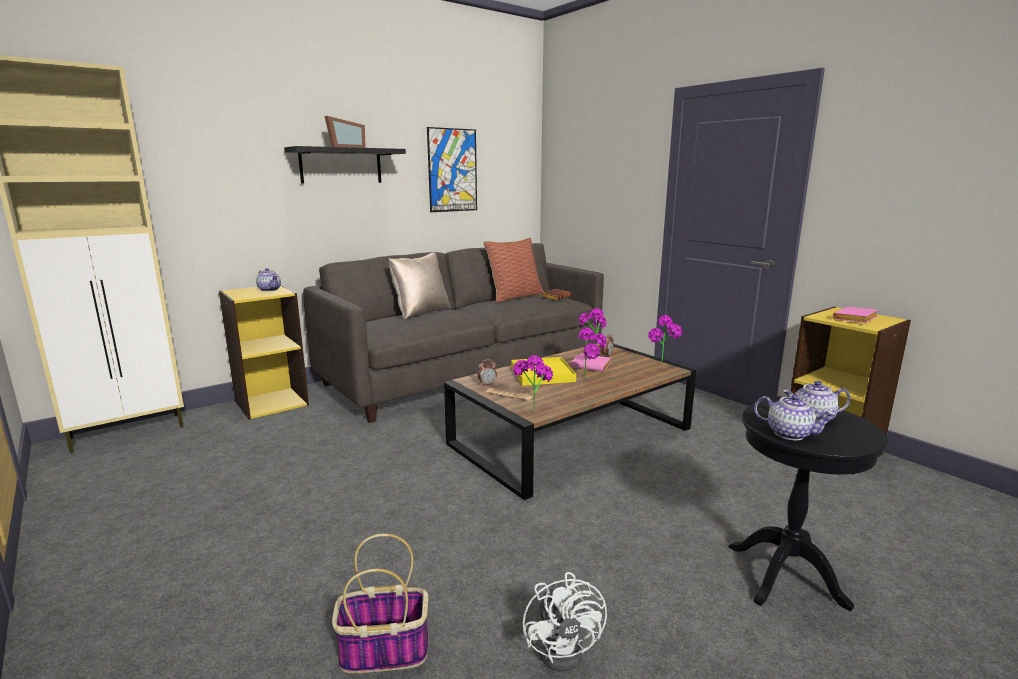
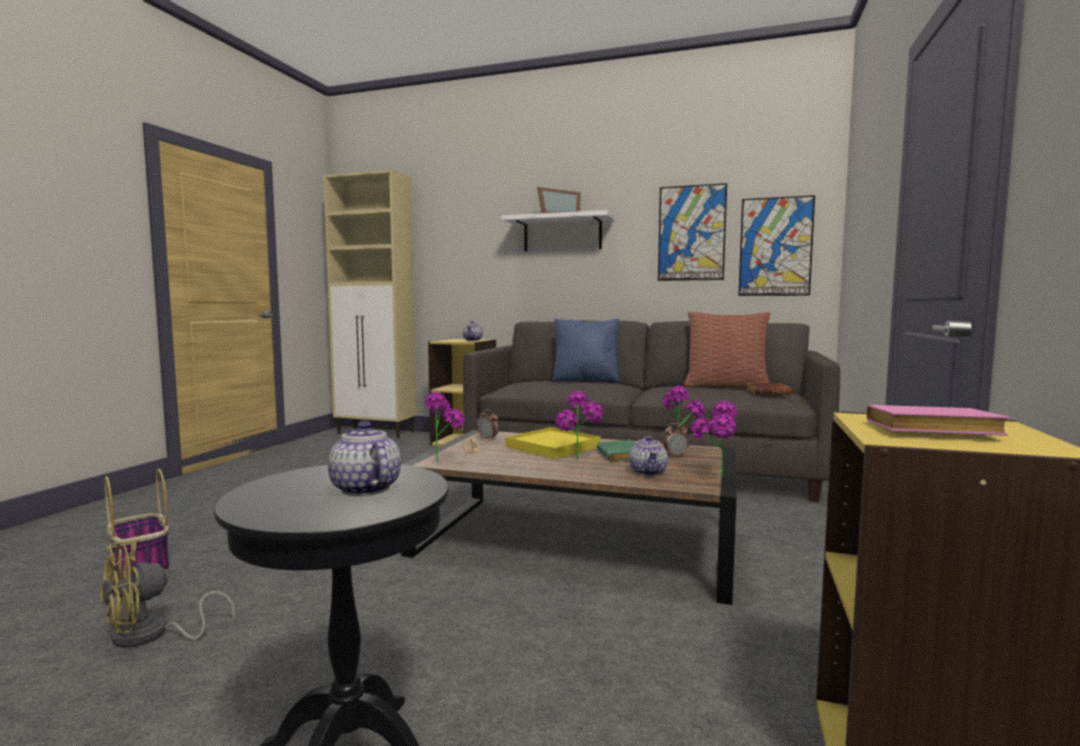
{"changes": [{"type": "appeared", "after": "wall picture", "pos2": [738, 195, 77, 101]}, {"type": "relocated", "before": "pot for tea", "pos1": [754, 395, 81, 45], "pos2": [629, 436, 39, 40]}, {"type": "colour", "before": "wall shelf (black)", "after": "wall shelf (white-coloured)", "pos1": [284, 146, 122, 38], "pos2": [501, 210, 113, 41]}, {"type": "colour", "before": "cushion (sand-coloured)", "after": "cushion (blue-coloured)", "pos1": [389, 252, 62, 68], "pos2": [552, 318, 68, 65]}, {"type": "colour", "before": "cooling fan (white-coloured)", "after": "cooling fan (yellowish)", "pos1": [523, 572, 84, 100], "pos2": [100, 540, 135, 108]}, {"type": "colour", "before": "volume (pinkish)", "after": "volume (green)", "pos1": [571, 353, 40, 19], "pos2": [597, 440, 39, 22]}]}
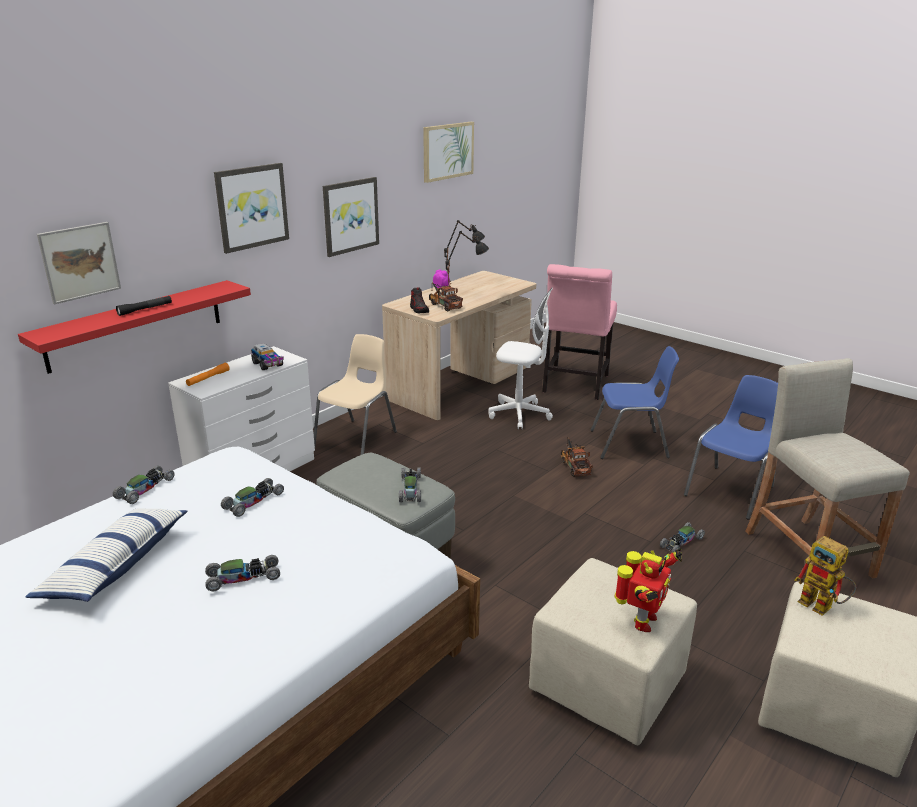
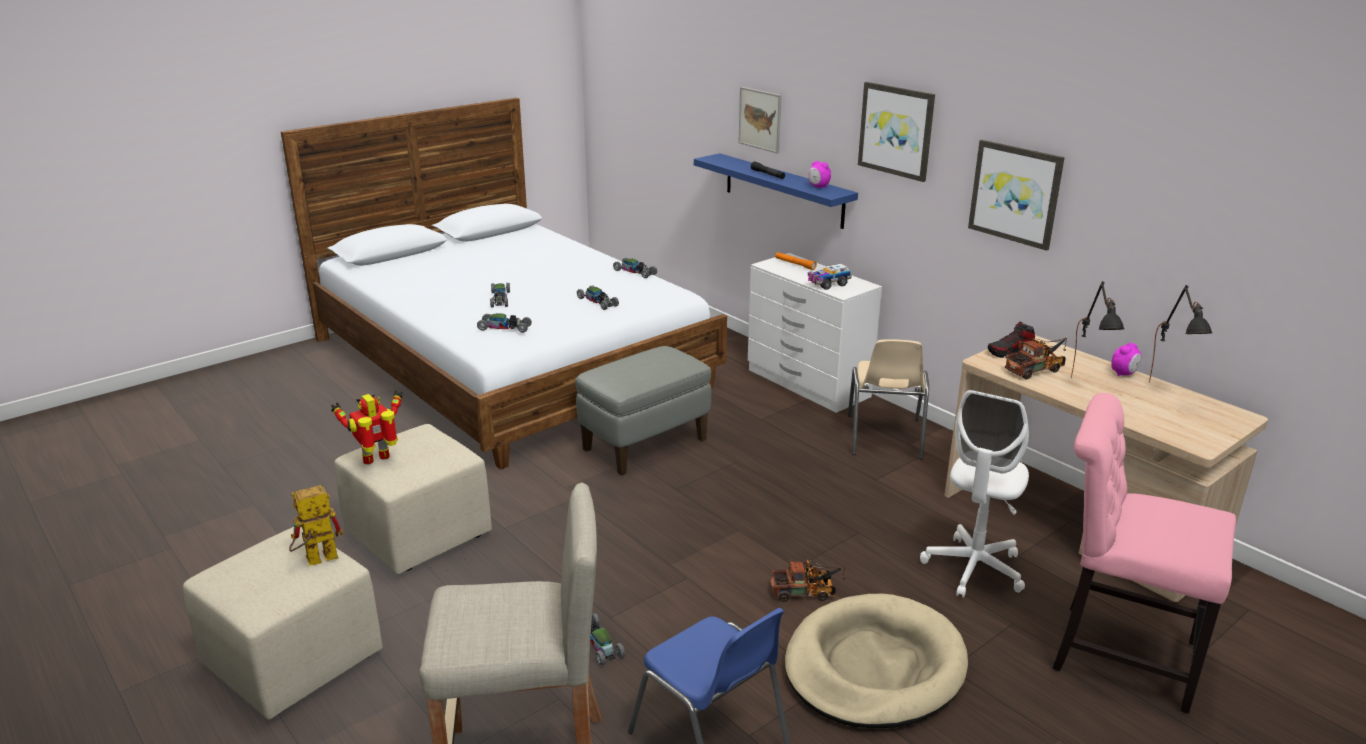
{"changes": [{"type": "missing", "before": "cushion", "pos1": [25, 508, 163, 94]}, {"type": "missing", "before": "wall picture", "pos1": [423, 122, 51, 61]}, {"type": "appeared", "after": "alarm clock", "pos2": [808, 161, 23, 27]}, {"type": "relocated", "before": "toy car", "pos1": [399, 467, 22, 35], "pos2": [477, 313, 55, 20]}, {"type": "exchanged", "before": "chair (blue-coloured)", "after": "dog bed (sand-coloured)", "pos1": [590, 346, 89, 113], "pos2": [785, 594, 183, 134]}, {"type": "colour", "before": "wall shelf (red)", "after": "wall shelf (blue-coloured)", "pos1": [18, 280, 233, 94], "pos2": [694, 153, 164, 76]}, {"type": "spun", "before": "chair (sand-coloured)", "pos1": [314, 334, 83, 121], "pos2": [848, 339, 81, 121], "turn": 60}, {"type": "spun", "before": "model robot", "pos1": [615, 548, 67, 84], "pos2": [331, 390, 72, 74], "turn": 105}]}
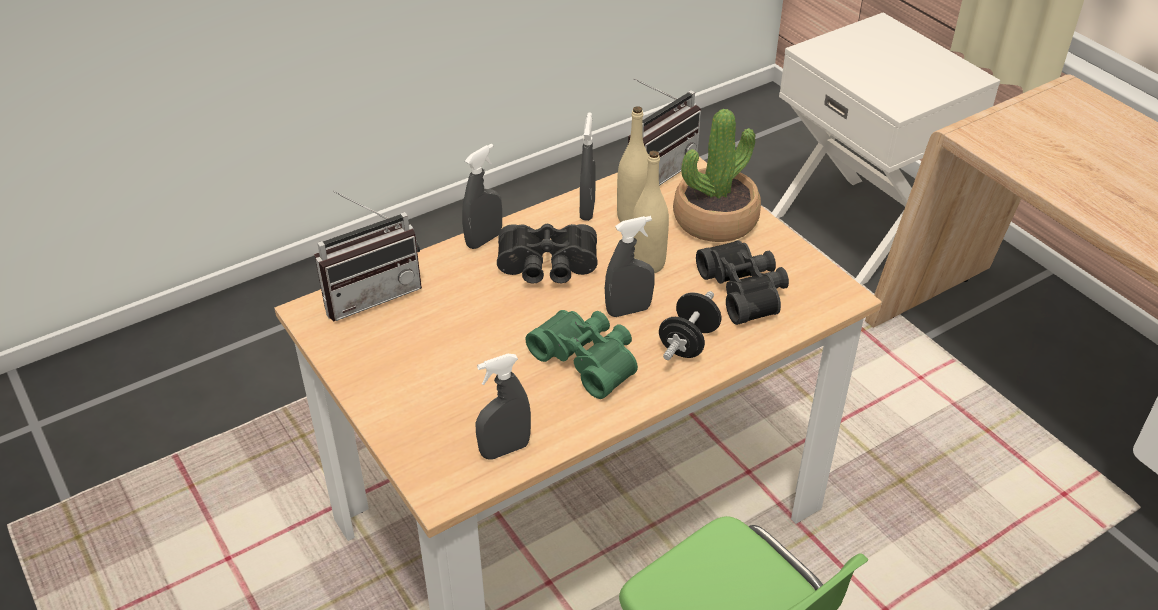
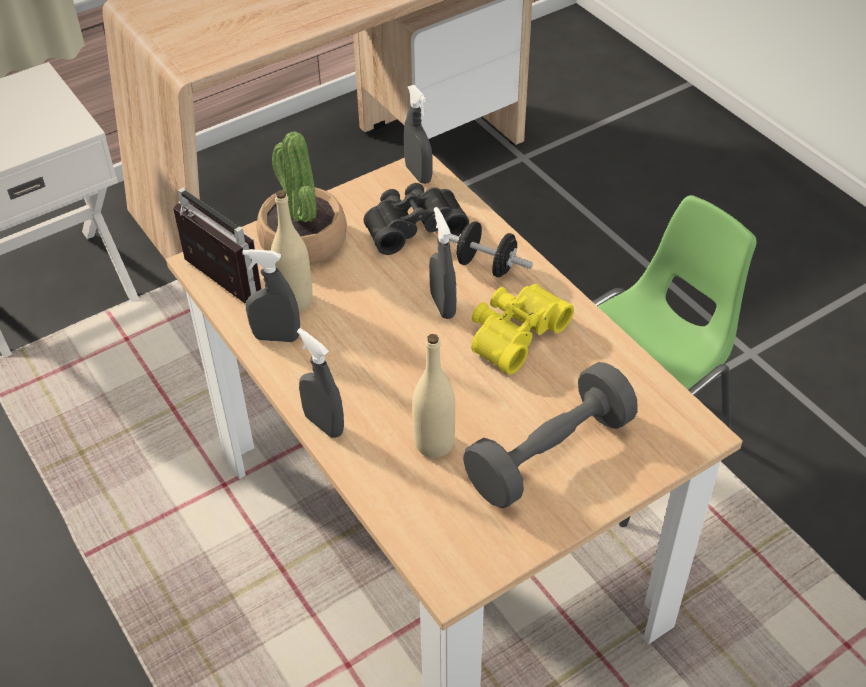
{"changes": [{"type": "missing", "before": "radio receiver", "pos1": [314, 191, 108, 130]}, {"type": "missing", "before": "pair of binoculars (black)", "pos1": [497, 224, 101, 60]}, {"type": "appeared", "after": "hand weight (gray)", "pos2": [463, 362, 175, 146]}, {"type": "relocated", "before": "spray bottle (gray)", "pos1": [475, 354, 56, 105], "pos2": [404, 85, 28, 99]}, {"type": "relocated", "before": "drink bottle (sand-coloured)", "pos1": [632, 151, 37, 122], "pos2": [413, 334, 42, 124]}, {"type": "colour", "before": "pair of binoculars (green)", "after": "pair of binoculars (yellowish)", "pos1": [526, 310, 112, 89], "pos2": [471, 284, 103, 91]}]}
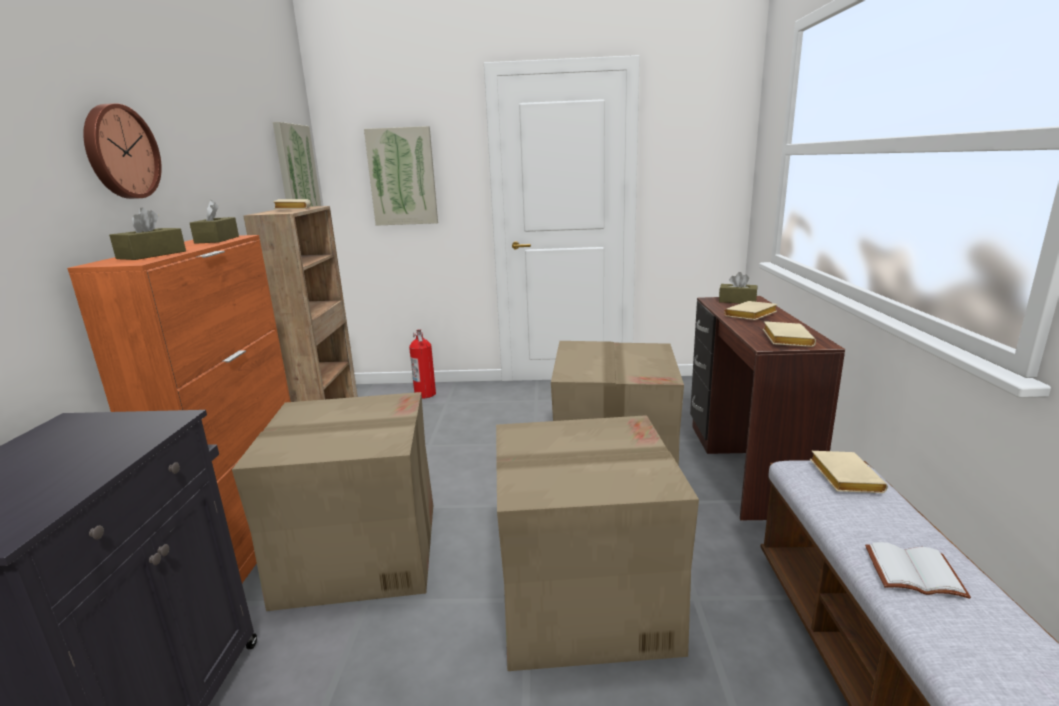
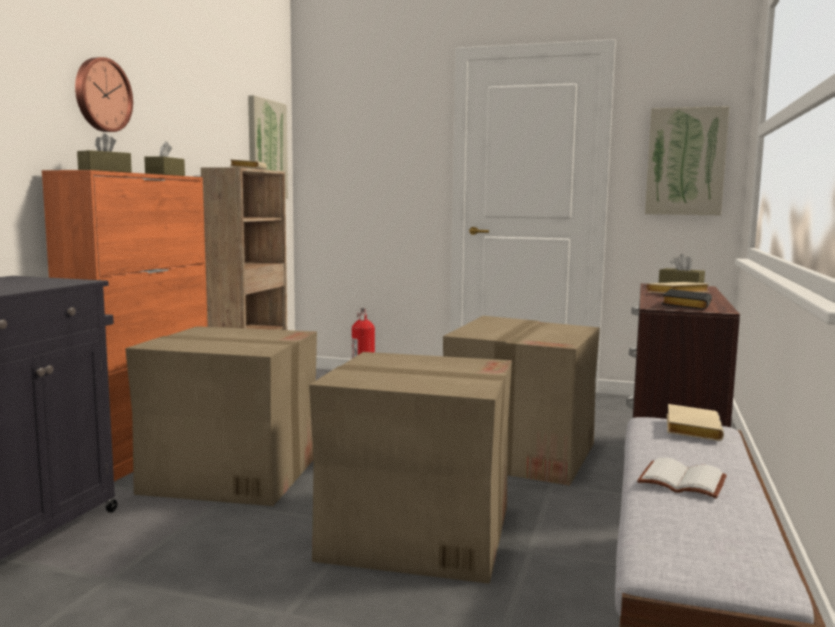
{"changes": [{"type": "relocated", "before": "wall picture", "pos1": [364, 126, 74, 100], "pos2": [645, 106, 84, 109]}, {"type": "colour", "before": "volume (sand-coloured)", "after": "volume (black)", "pos1": [763, 321, 53, 26], "pos2": [662, 289, 50, 21]}]}
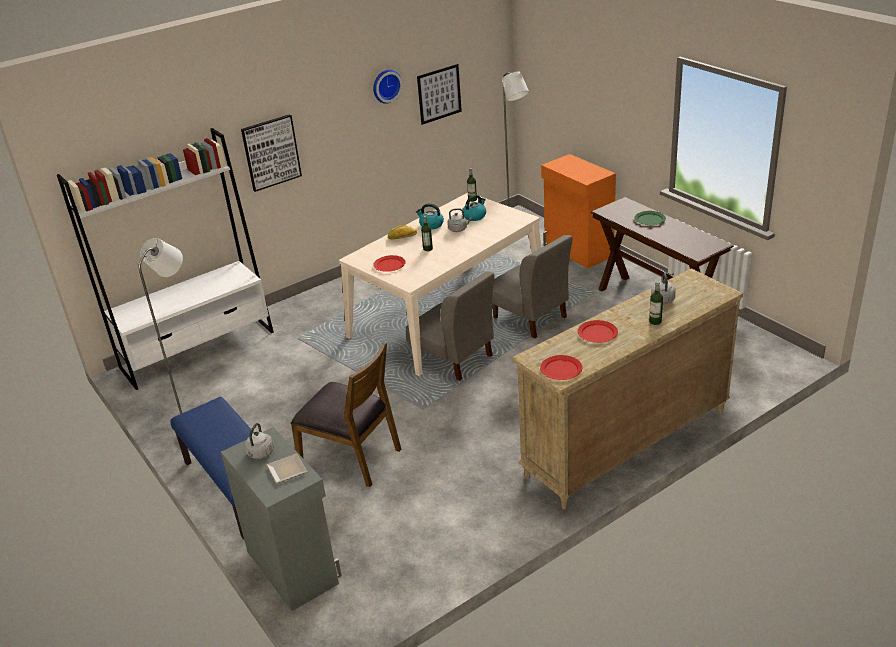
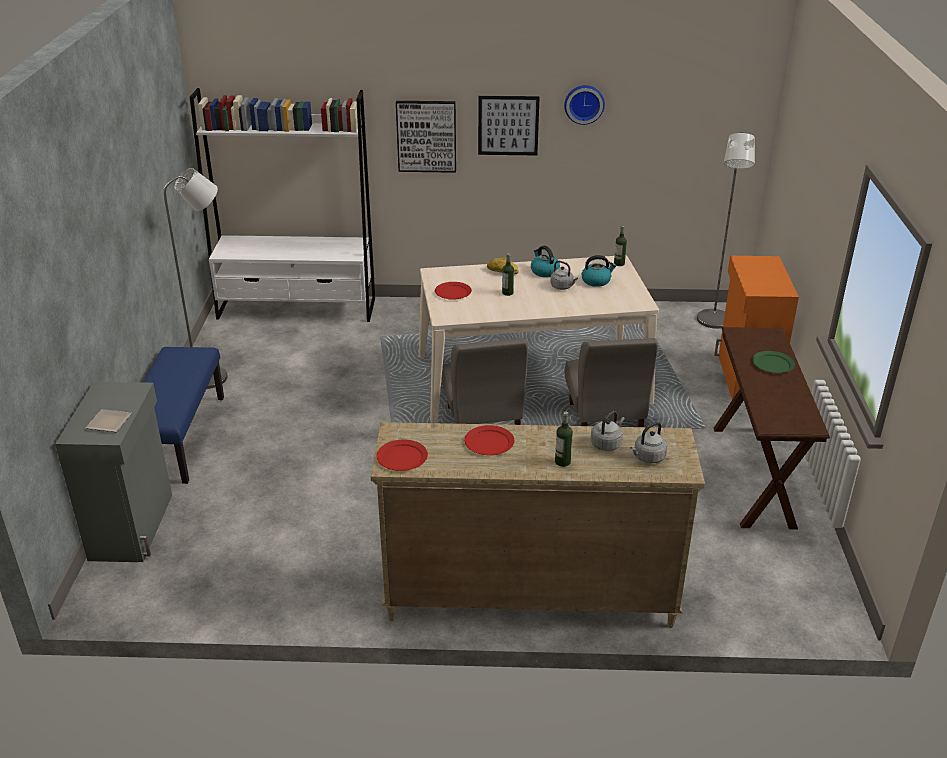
{"changes": [{"type": "missing", "before": "chair (brown-coloured)", "pos1": [291, 342, 110, 145]}, {"type": "relocated", "before": "water kettle (gray)", "pos1": [245, 423, 29, 36], "pos2": [630, 422, 37, 41]}, {"type": "relocated", "before": "wall picture", "pos1": [417, 64, 45, 61], "pos2": [478, 96, 62, 59]}]}
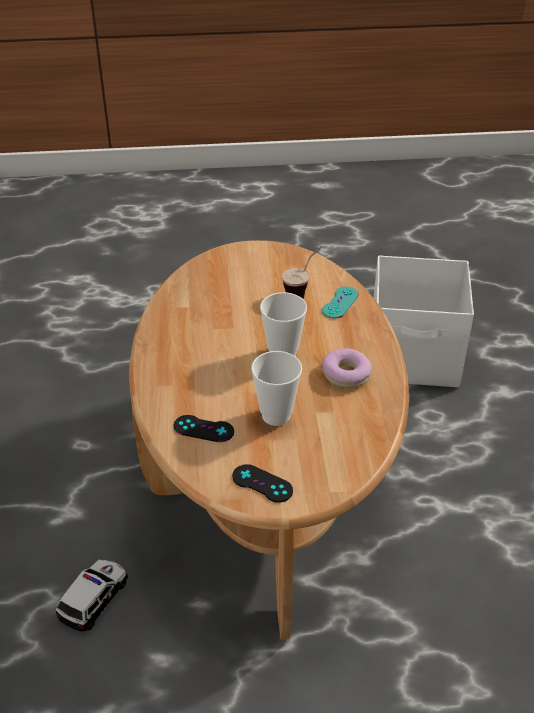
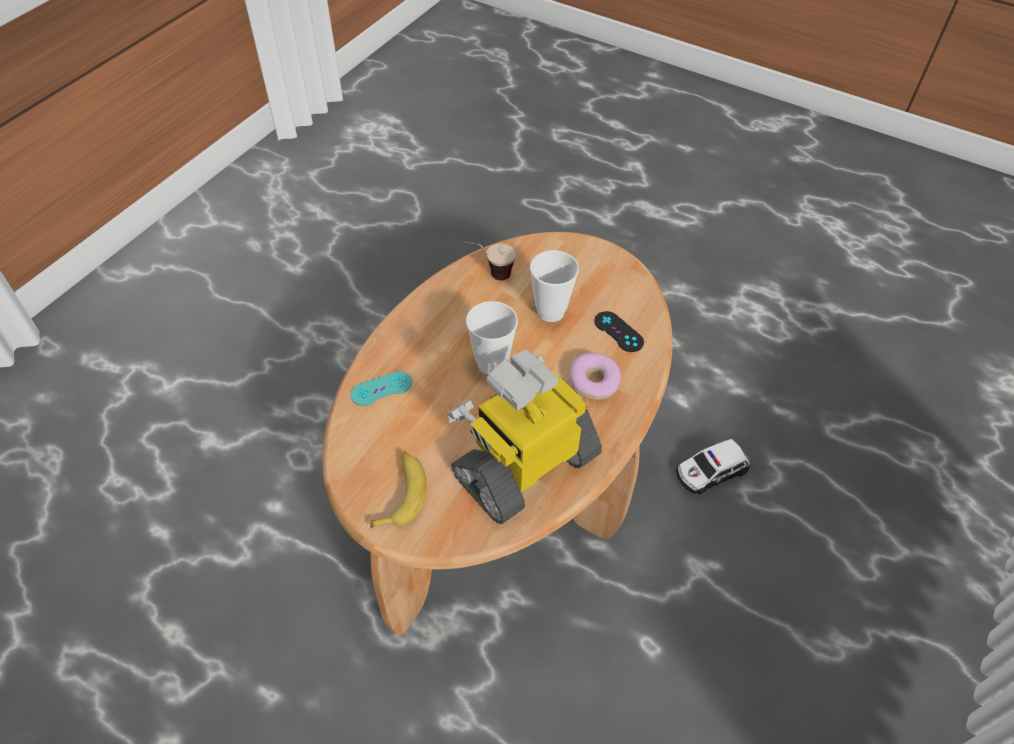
{"changes": [{"type": "missing", "before": "gamepad (black)", "pos1": [232, 464, 61, 39]}, {"type": "missing", "before": "storage box (white-coloured)", "pos1": [374, 255, 100, 132]}, {"type": "appeared", "after": "banana", "pos2": [370, 452, 57, 76]}, {"type": "appeared", "after": "model robot", "pos2": [447, 350, 155, 174]}, {"type": "relocated", "before": "small cup", "pos1": [282, 246, 40, 53], "pos2": [462, 241, 54, 40]}, {"type": "relocated", "before": "doughnut", "pos1": [322, 348, 50, 40], "pos2": [569, 353, 52, 46]}]}
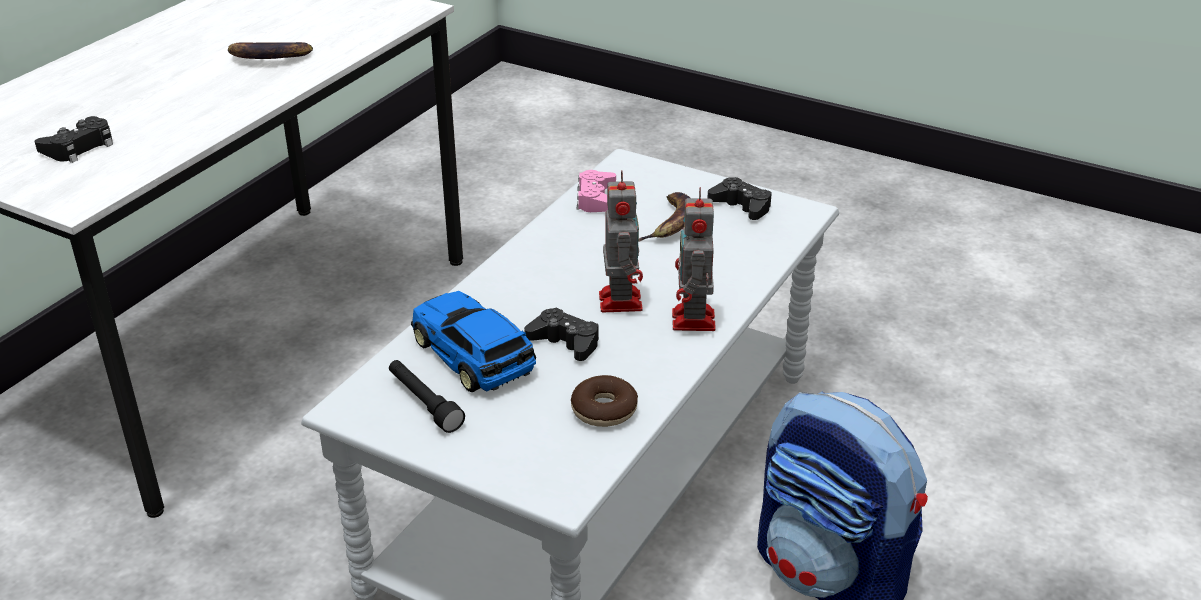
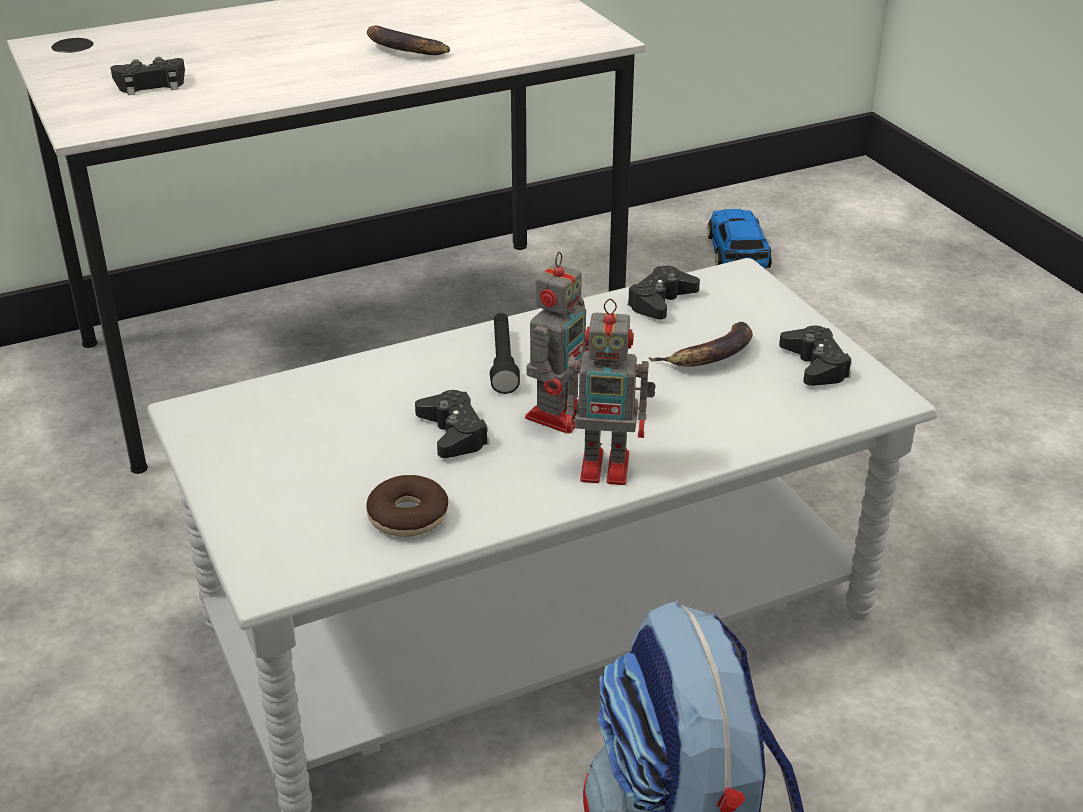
{"changes": [{"type": "relocated", "before": "flashlight (black)", "pos1": [389, 360, 76, 73], "pos2": [490, 313, 30, 81]}, {"type": "relocated", "before": "toy car", "pos1": [411, 291, 125, 101], "pos2": [707, 209, 65, 59]}, {"type": "colour", "before": "gamepad (pinkish)", "after": "gamepad (black)", "pos1": [577, 170, 39, 42], "pos2": [627, 266, 73, 54]}, {"type": "spun", "before": "model robot", "pos1": [672, 187, 44, 144], "pos2": [566, 299, 90, 186], "turn": -120}]}
